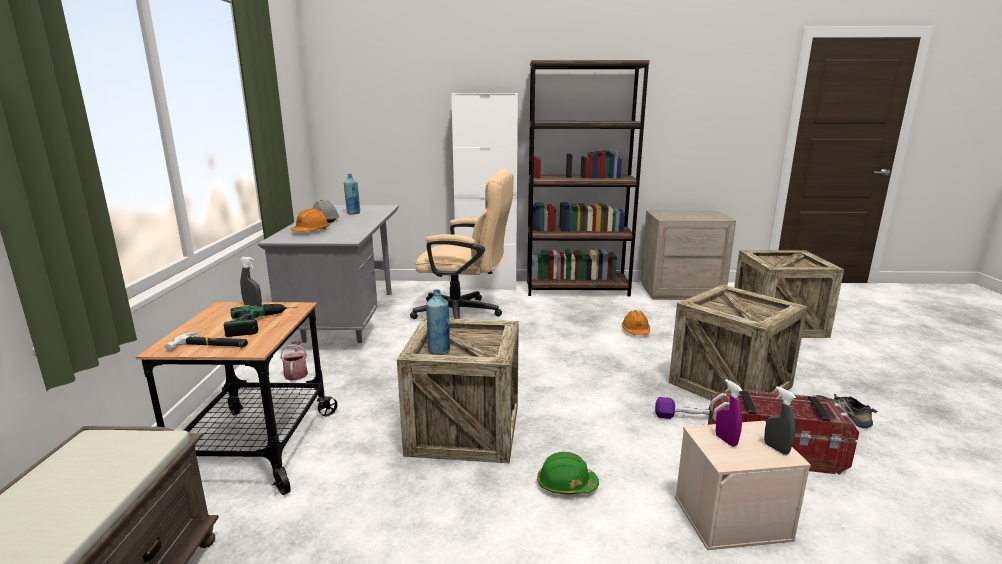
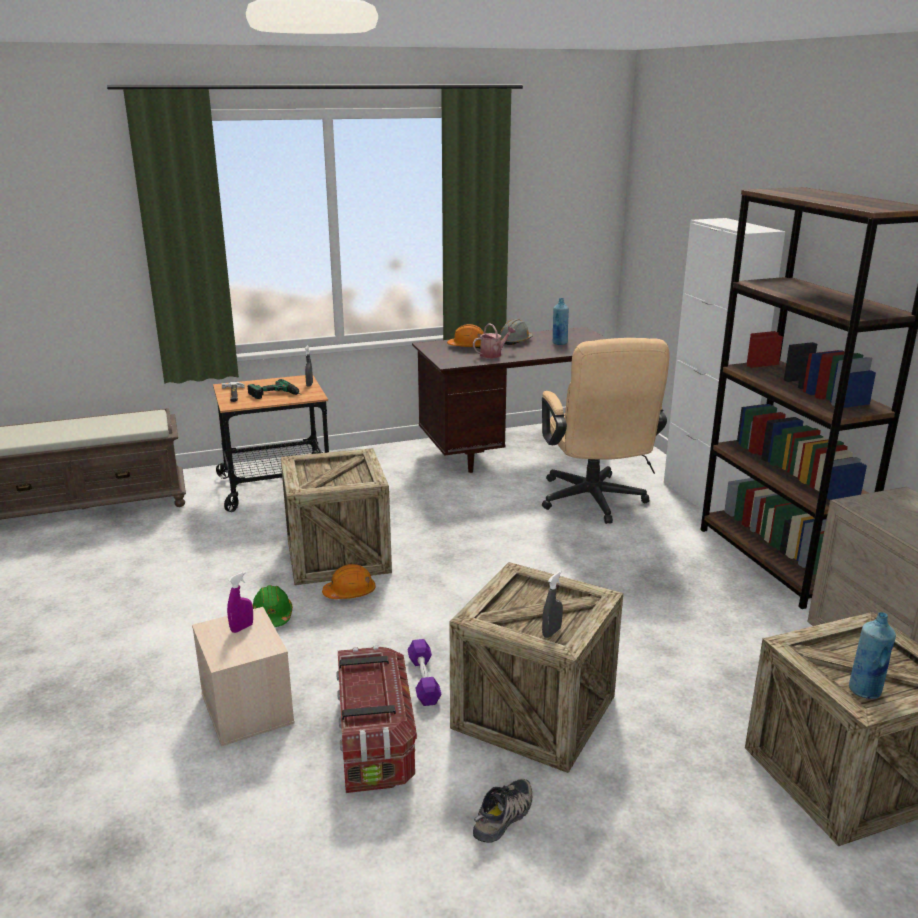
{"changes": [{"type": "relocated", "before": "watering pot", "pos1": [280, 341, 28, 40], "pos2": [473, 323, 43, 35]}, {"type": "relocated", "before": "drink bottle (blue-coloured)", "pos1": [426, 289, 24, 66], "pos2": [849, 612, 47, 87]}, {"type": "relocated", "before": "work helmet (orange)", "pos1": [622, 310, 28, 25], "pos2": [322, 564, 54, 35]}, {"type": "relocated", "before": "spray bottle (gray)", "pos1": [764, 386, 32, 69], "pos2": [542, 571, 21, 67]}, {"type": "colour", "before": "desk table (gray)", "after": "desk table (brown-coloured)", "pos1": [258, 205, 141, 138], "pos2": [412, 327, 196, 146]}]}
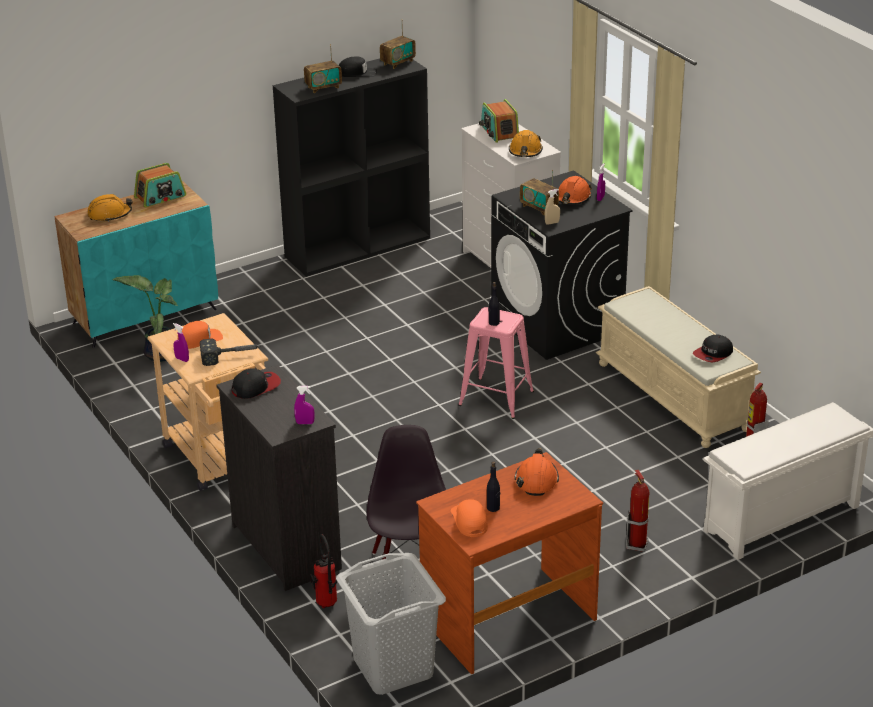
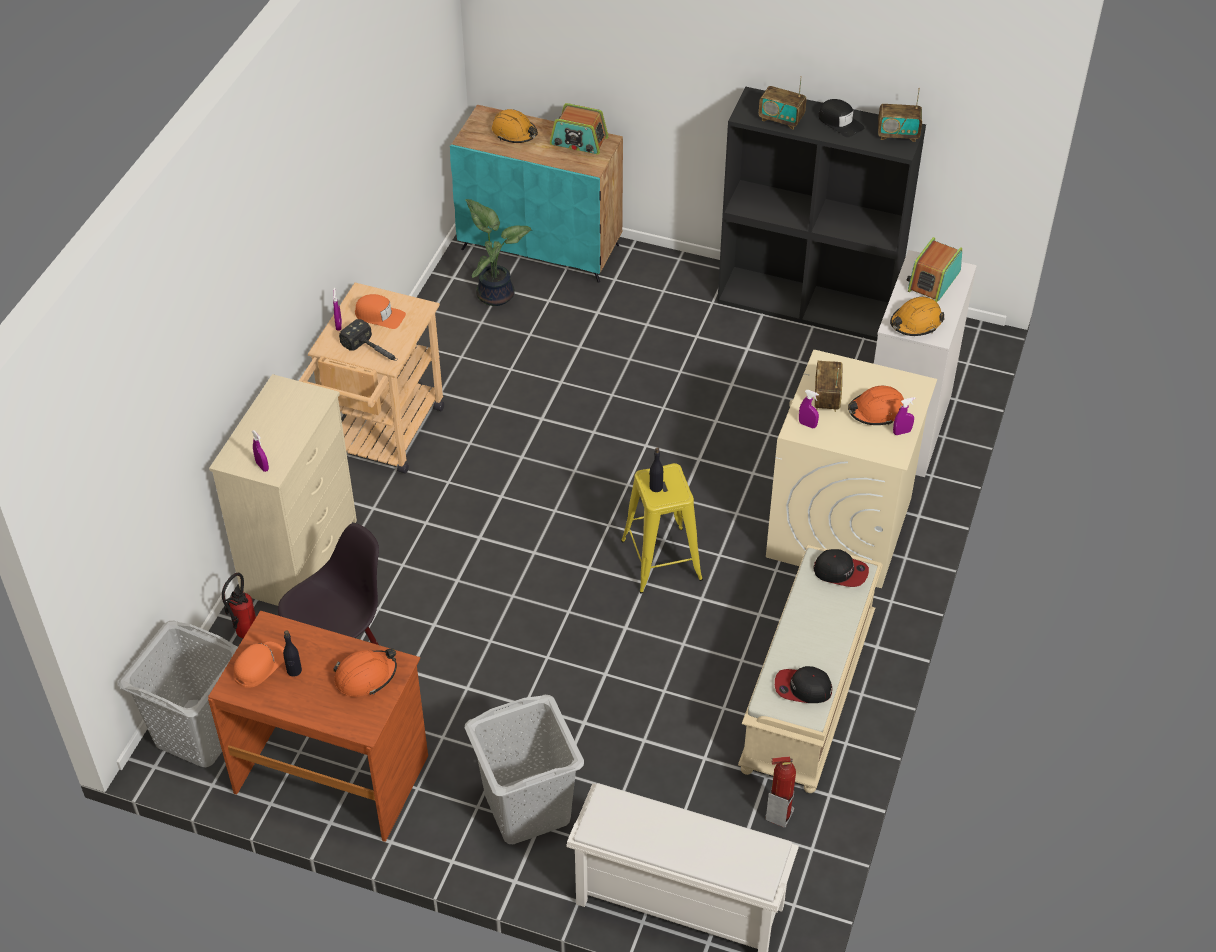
{"changes": [{"type": "relocated", "before": "baseball cap", "pos1": [232, 368, 49, 31], "pos2": [814, 549, 55, 38]}, {"type": "exchanged", "before": "extinguisher", "after": "hamper (gray)", "pos1": [626, 469, 23, 83], "pos2": [465, 695, 119, 149]}, {"type": "colour", "before": "dresser (black)", "after": "dresser (sand-coloured)", "pos1": [216, 365, 126, 226], "pos2": [209, 374, 148, 232]}, {"type": "colour", "before": "stool seat (pinkish)", "after": "stool seat (yellowish)", "pos1": [458, 307, 76, 112], "pos2": [621, 463, 82, 131]}, {"type": "colour", "before": "laundry machine (black)", "after": "laundry machine (sand-coloured)", "pos1": [491, 170, 142, 190], "pos2": [766, 350, 171, 238]}, {"type": "colour", "before": "spray bottle (sand-coloured)", "after": "spray bottle (purplish)", "pos1": [545, 189, 15, 35], "pos2": [799, 390, 20, 38]}]}
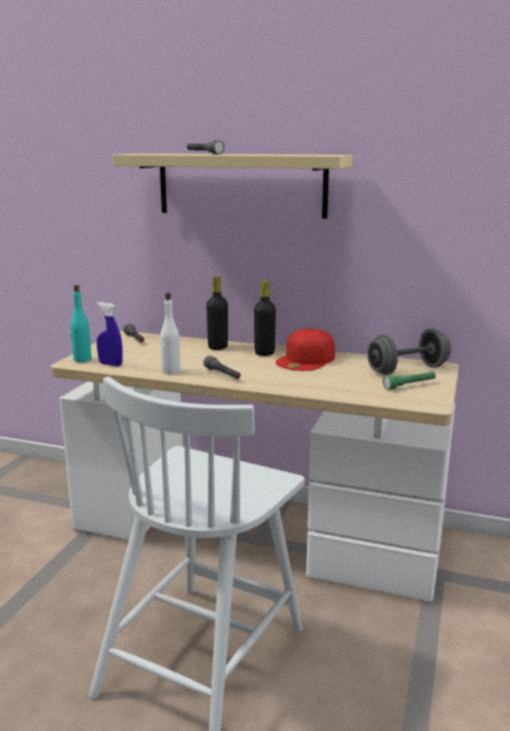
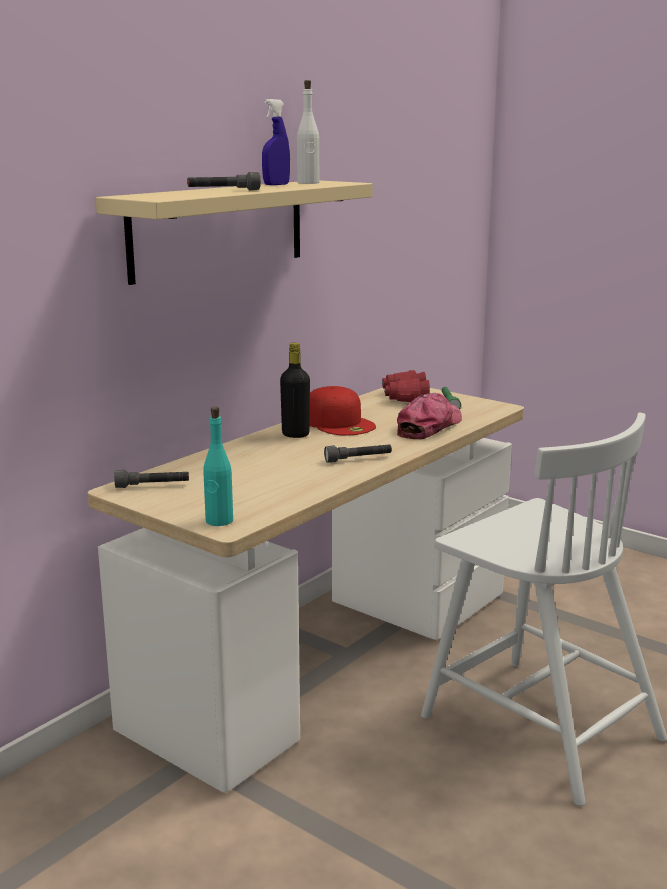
{"changes": [{"type": "missing", "before": "drink bottle (black)", "pos1": [206, 276, 22, 74]}, {"type": "appeared", "after": "baseball cap", "pos2": [397, 393, 65, 46]}, {"type": "relocated", "before": "spray bottle (blue-coloured)", "pos1": [97, 302, 26, 64], "pos2": [262, 99, 28, 86]}, {"type": "relocated", "before": "drink bottle (white-coloured)", "pos1": [160, 293, 21, 81], "pos2": [297, 80, 22, 104]}, {"type": "exchanged", "before": "hand weight (gray)", "after": "pair of binoculars (red)", "pos1": [367, 328, 84, 47], "pos2": [382, 370, 48, 32]}]}
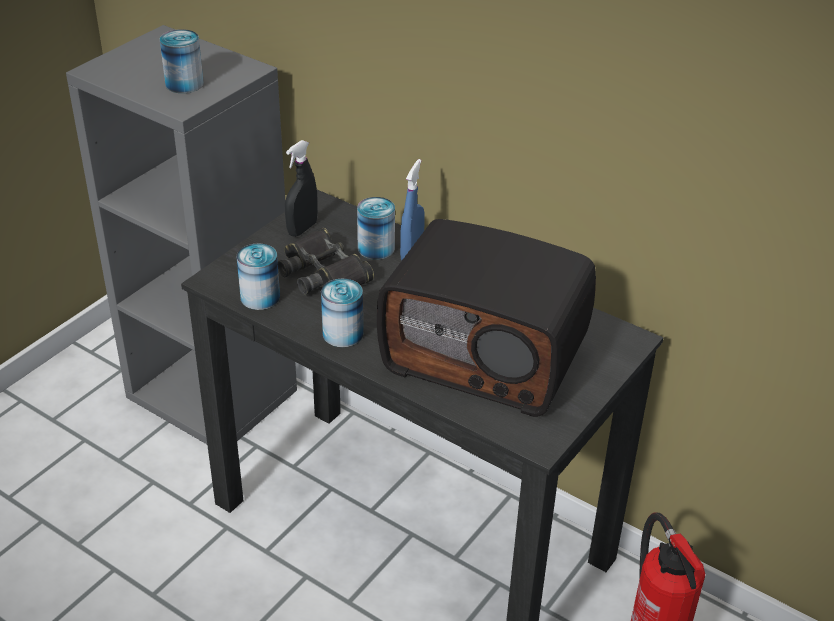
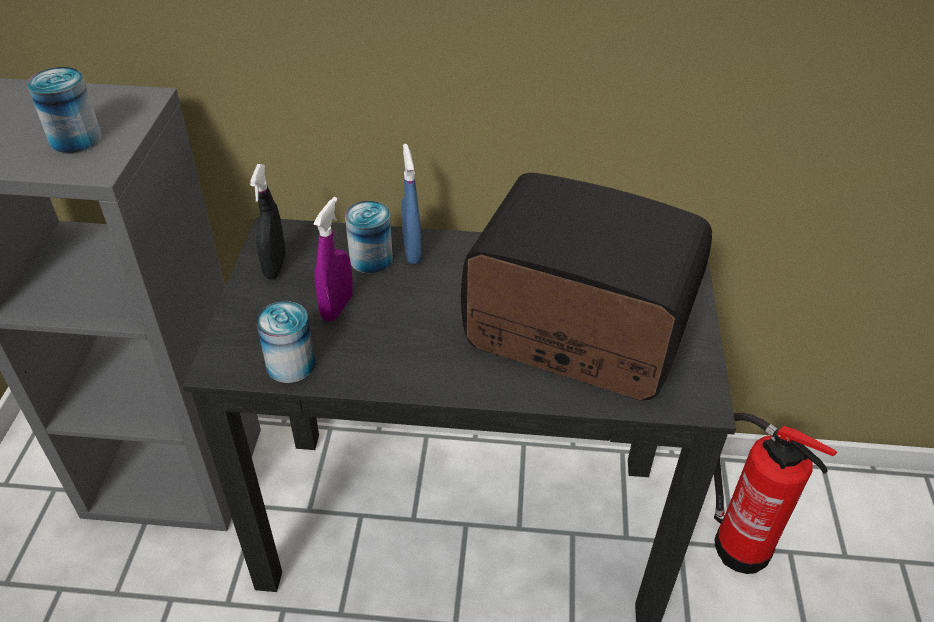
{"changes": [{"type": "missing", "before": "can", "pos1": [321, 279, 42, 68]}, {"type": "exchanged", "before": "pair of binoculars (black)", "after": "spray bottle (purplish)", "pos1": [278, 227, 96, 68], "pos2": [314, 197, 39, 125]}, {"type": "spun", "before": "radio receiver", "pos1": [377, 219, 219, 198], "pos2": [461, 173, 251, 227], "turn": -150}]}
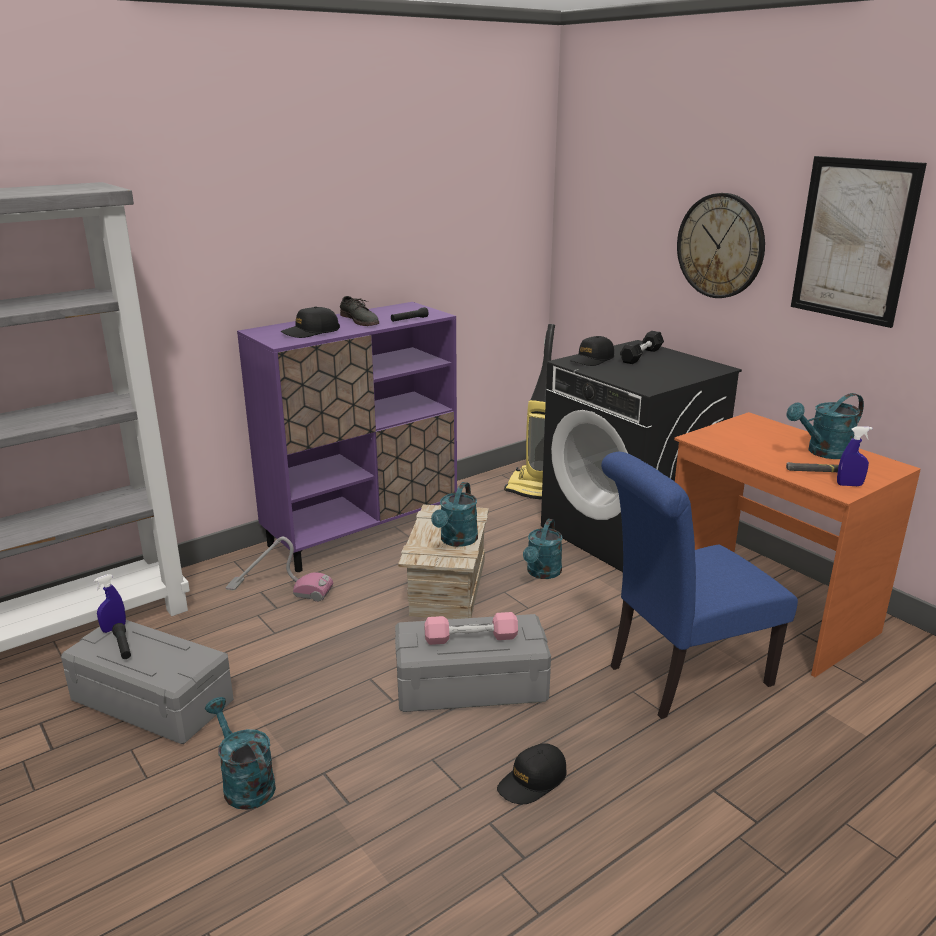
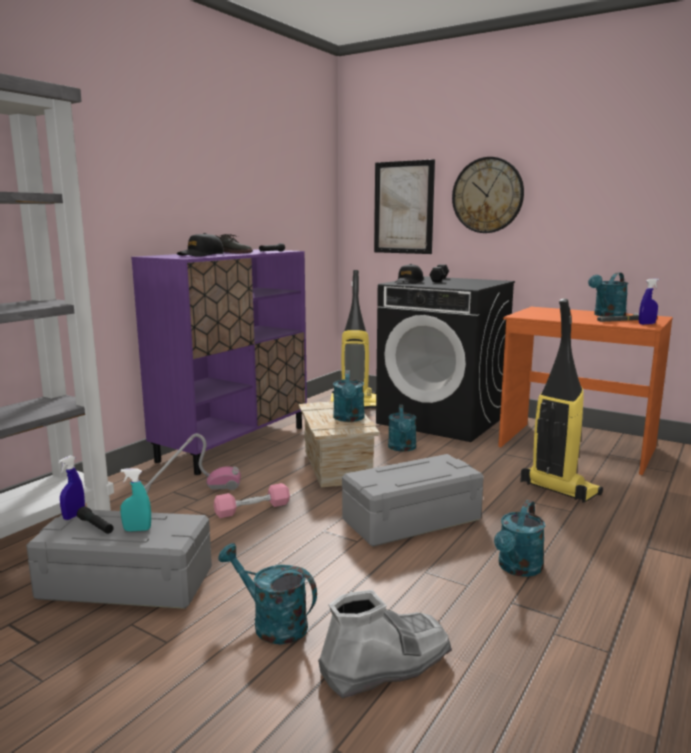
{"changes": [{"type": "appeared", "after": "spray bottle (turquoise)", "pos2": [120, 468, 31, 63]}, {"type": "appeared", "after": "high-top boot (gray)", "pos2": [318, 590, 134, 109]}, {"type": "relocated", "before": "hand weight (pinkish)", "pos1": [424, 612, 94, 33], "pos2": [214, 483, 76, 35]}, {"type": "relocated", "before": "wall picture", "pos1": [791, 156, 136, 172], "pos2": [374, 159, 61, 95]}, {"type": "exchanged", "before": "baseball cap (black)", "after": "watering pot (turquoise)", "pos1": [497, 743, 70, 61], "pos2": [494, 500, 51, 77]}, {"type": "exchanged", "before": "chair (blue-coloured)", "after": "vacuum cleaner", "pos1": [601, 452, 197, 267], "pos2": [520, 299, 83, 204]}]}
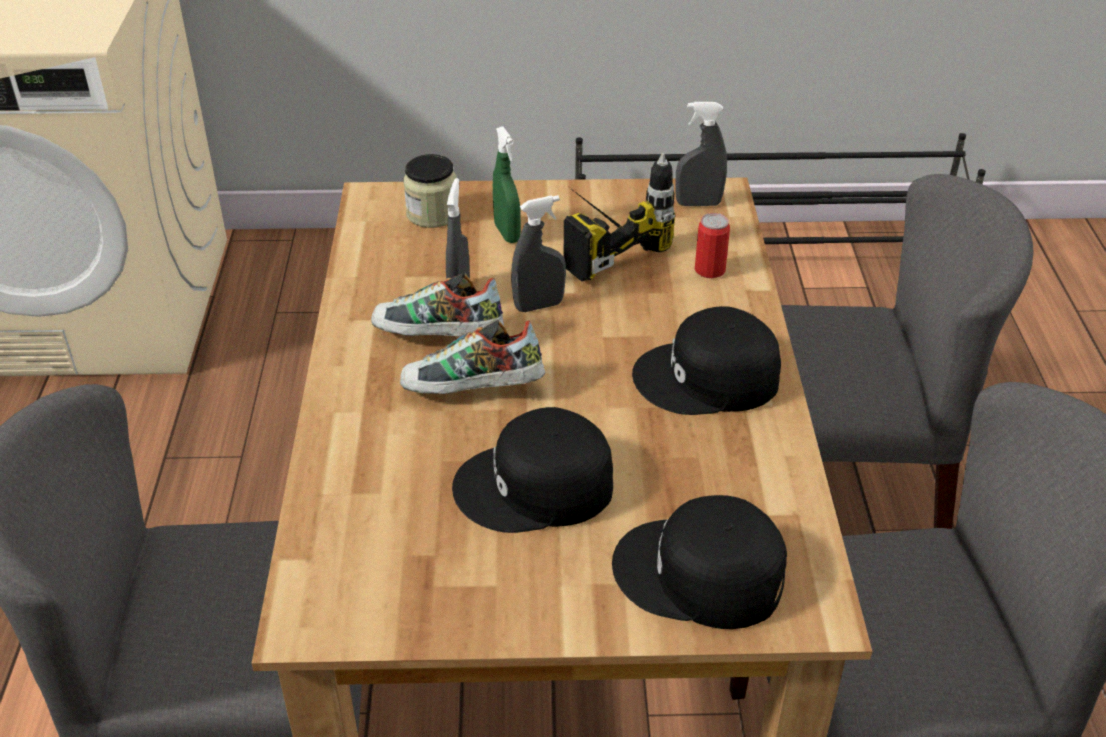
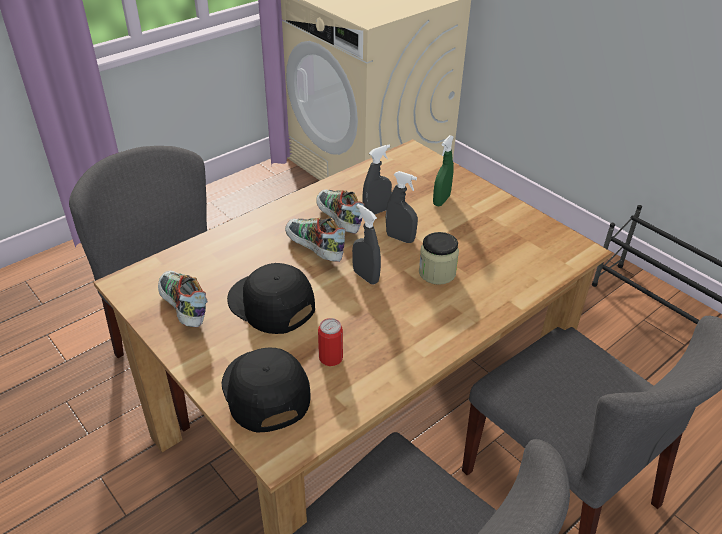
{"changes": [{"type": "missing", "before": "electric drill", "pos1": [564, 153, 111, 129]}, {"type": "missing", "before": "baseball cap (black)", "pos1": [632, 306, 149, 109]}, {"type": "appeared", "after": "item of footwear", "pos2": [158, 270, 50, 57]}, {"type": "relocated", "before": "preserve jar", "pos1": [403, 154, 54, 74], "pos2": [419, 232, 40, 53]}, {"type": "relocated", "before": "spray bottle (gray)", "pos1": [675, 102, 52, 104], "pos2": [352, 204, 29, 81]}, {"type": "relocated", "before": "can", "pos1": [695, 213, 35, 65], "pos2": [318, 318, 25, 48]}]}
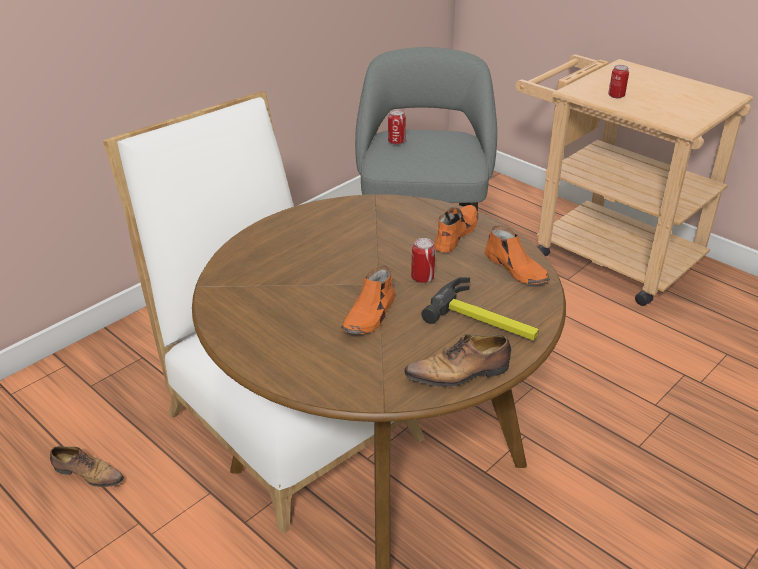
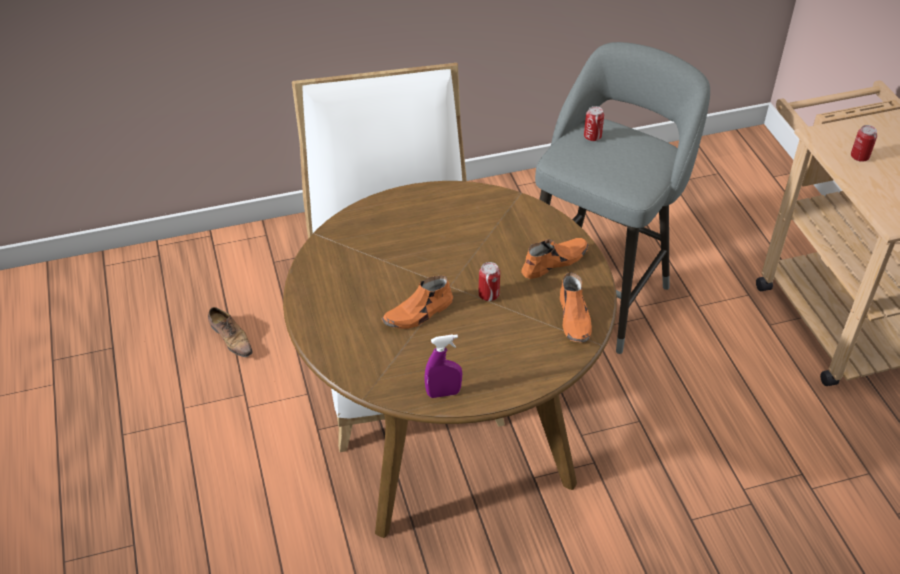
{"changes": [{"type": "missing", "before": "tool hammer", "pos1": [421, 277, 118, 64]}, {"type": "exchanged", "before": "item of footwear", "after": "spray bottle (purplish)", "pos1": [404, 334, 107, 53], "pos2": [424, 334, 38, 64]}]}
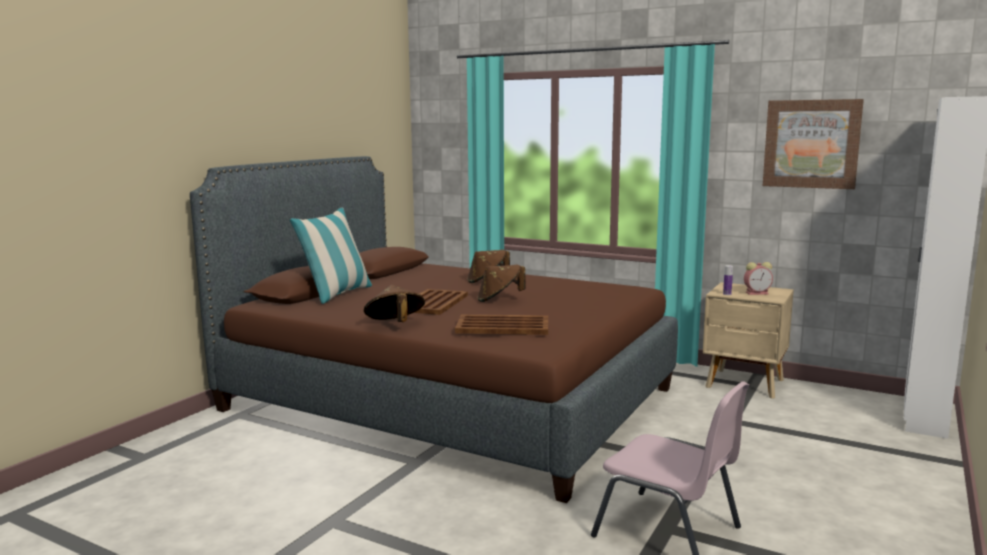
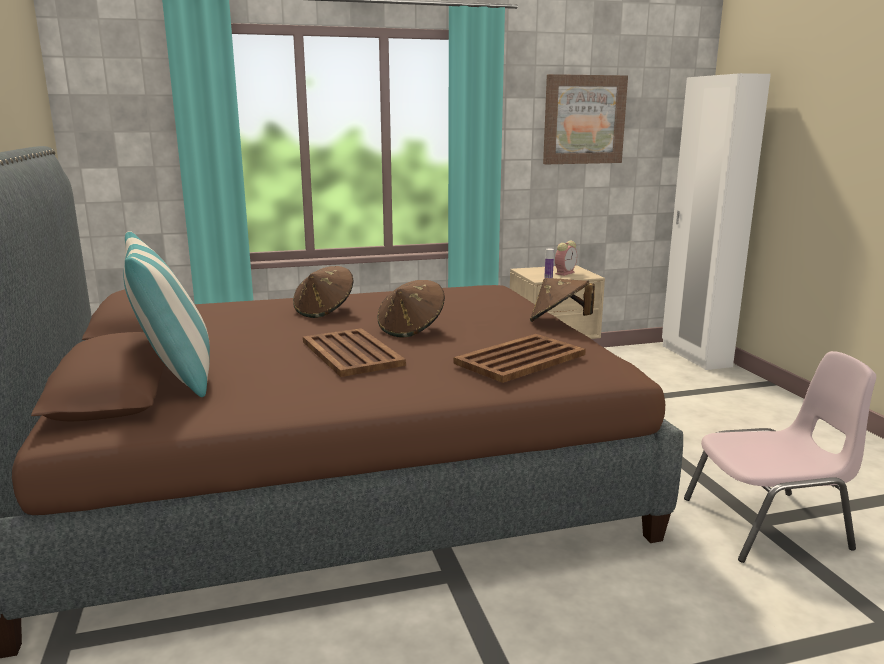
{"changes": [{"type": "relocated", "before": "clothing hat (brown-coloured)", "pos1": [364, 285, 61, 37], "pos2": [530, 278, 65, 44]}]}
